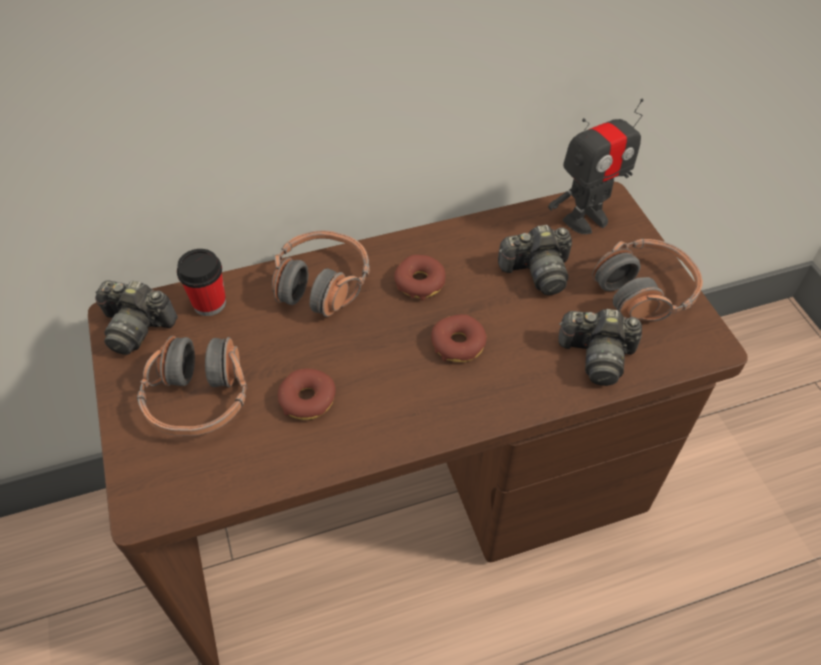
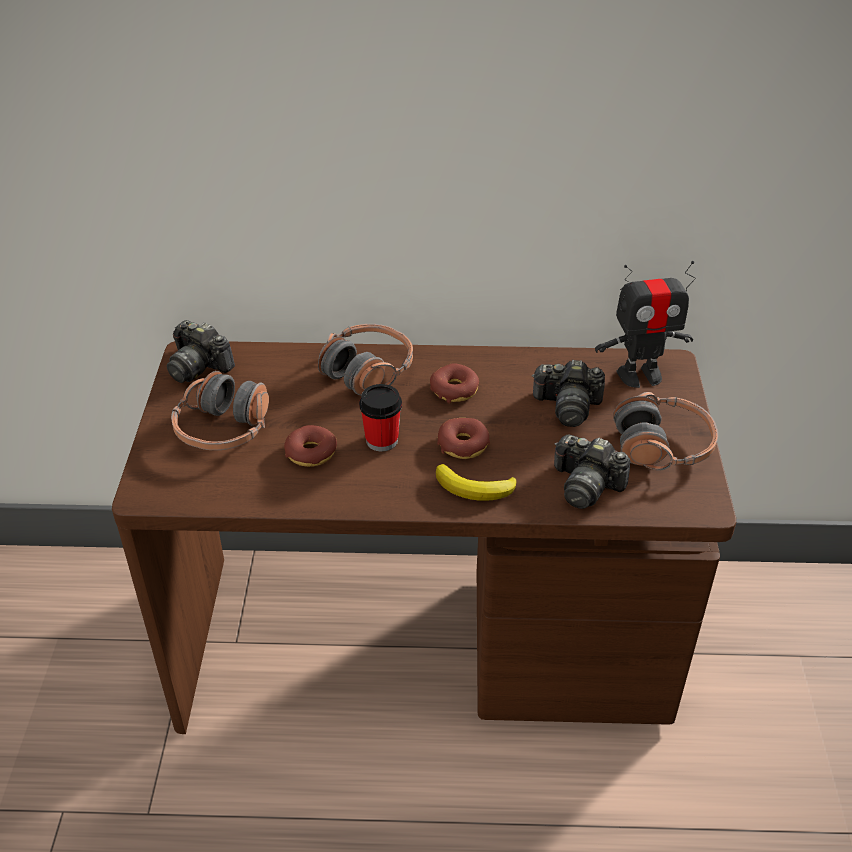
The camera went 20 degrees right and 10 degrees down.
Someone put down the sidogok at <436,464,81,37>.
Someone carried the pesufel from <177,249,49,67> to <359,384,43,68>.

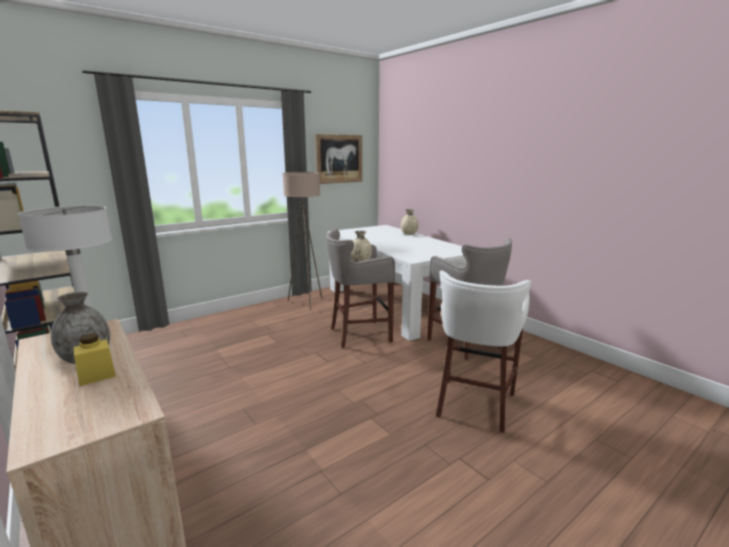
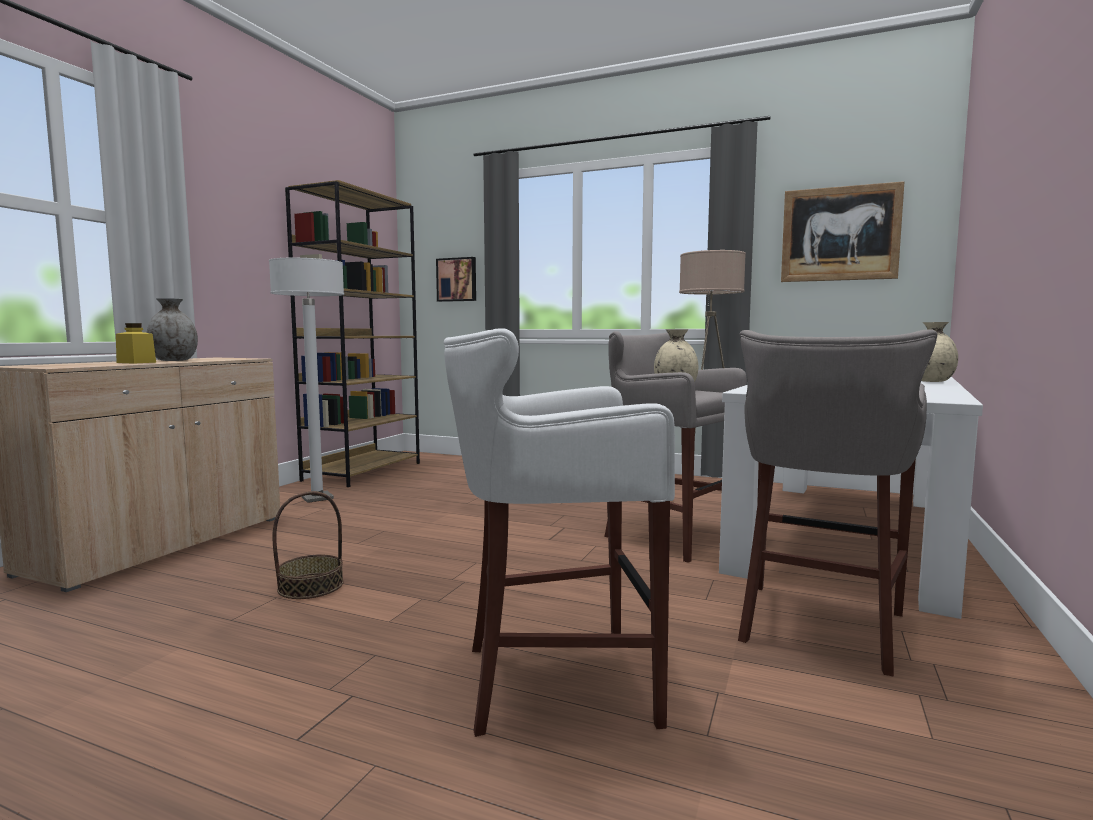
The camera went 60 degrees right and 10 degrees down.
Someone put down the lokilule at <273,491,70,108>.
Someone put up the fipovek at <436,257,40,45>.

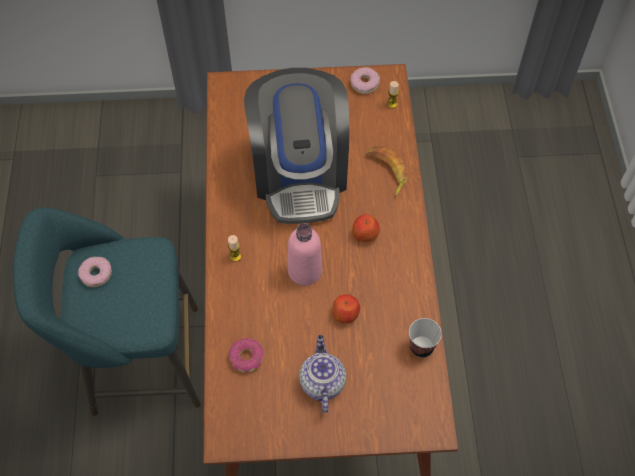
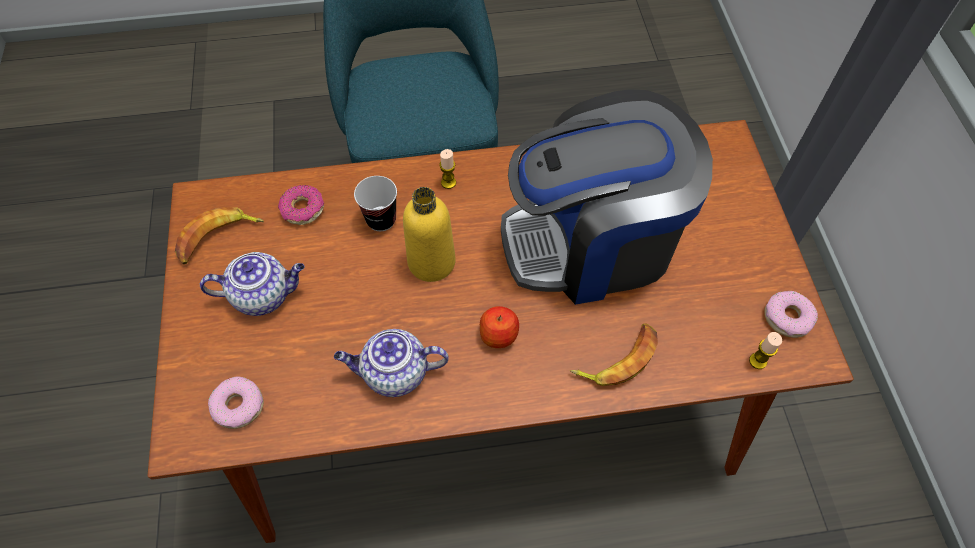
The camera went 85 degrees right and 0 degrees up.
Someone took away the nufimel at <332,294,28,29>.
Someone put down the sidogok at <175,207,89,57>.
Someone put down the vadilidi at <334,329,115,68>.
Someone carried the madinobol from <78,257,34,30> to <208,377,56,52>.
Someone carried the pesufel from <409,318,33,40> to <354,176,43,55>.
Someone repainted the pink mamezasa at <288,223,34,62>, which became the yellow mamezasa at <403,187,53,95>.

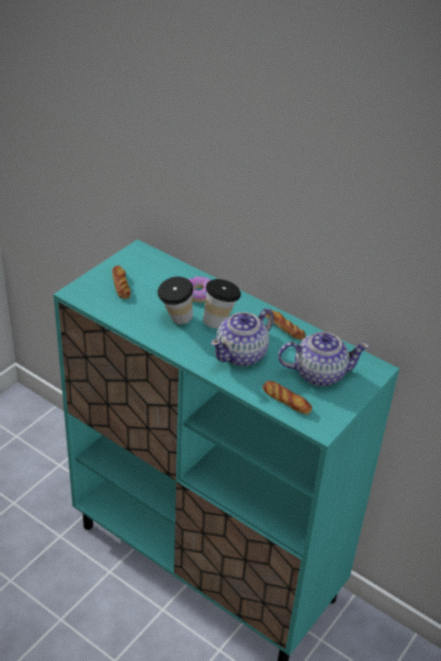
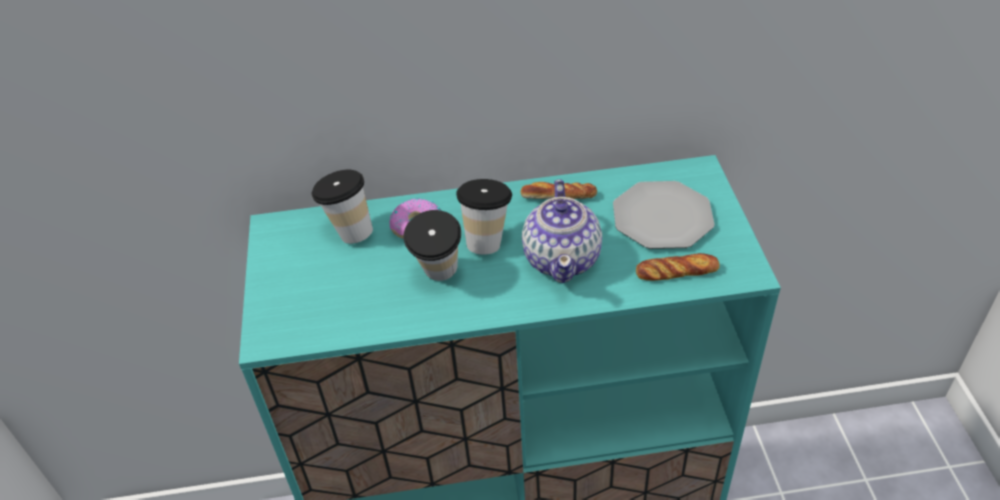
The camera went 40 degrees left and 5 degrees up.
Someone took away the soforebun at <112,266,19,33>.
Someone put down the pesufel at <311,170,62,74>.
Someone swapped the vadilidi at <278,332,91,54> for the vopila at <613,181,102,68>.

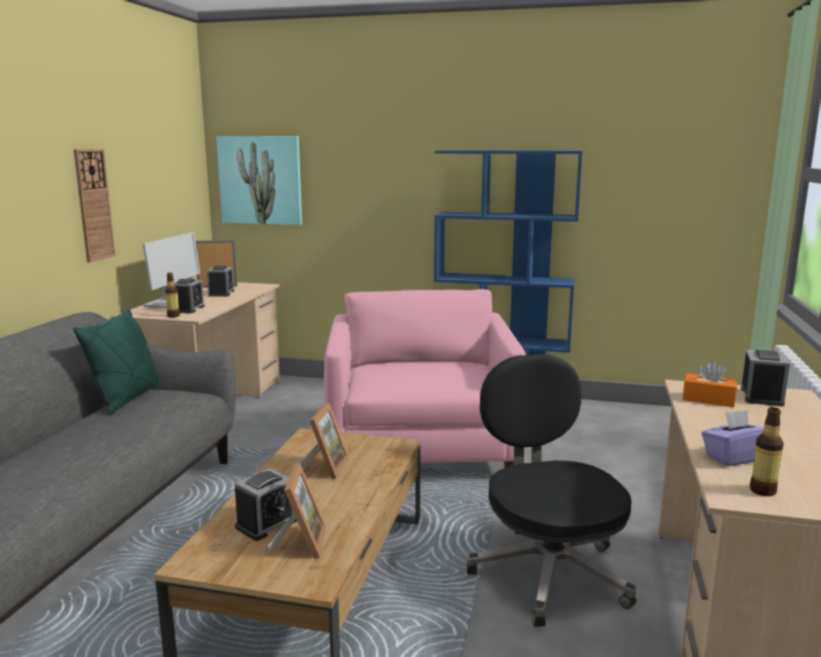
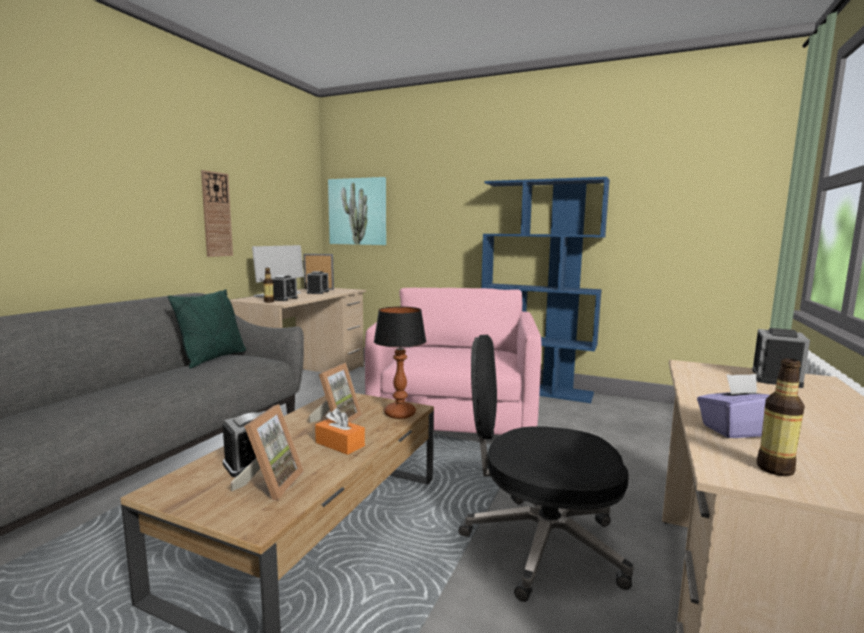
The camera went 10 degrees right and 5 degrees down.
Someone put down the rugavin at <374,307,52,112>.
Someone carried the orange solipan from <683,361,54,46> to <315,408,50,47>.
Someone rotated the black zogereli at <467,354,169,273> by 75 degrees counterclockwise.

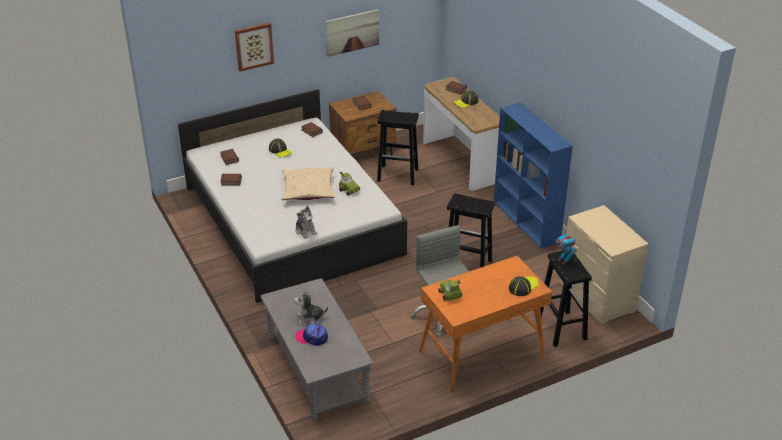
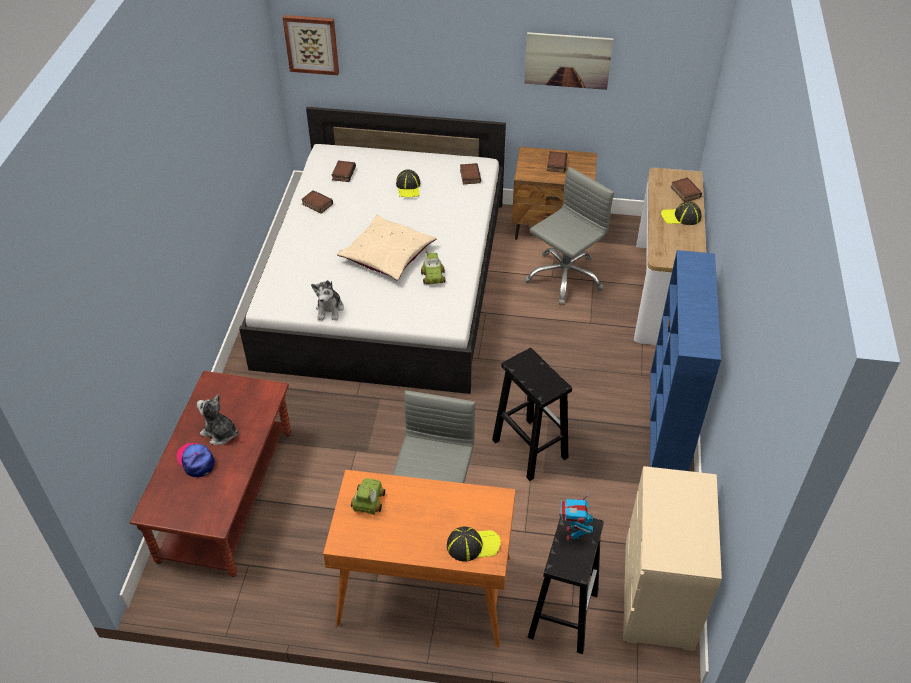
The camera went 35 degrees right and 10 degrees up.
Someone carried the fipovek from <235,23,39,48> to <283,15,56,60>.
Someone swapped the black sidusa at <377,110,42,75> for the grey zogereli at <525,167,89,138>.
Someone repainted the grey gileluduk at <260,278,114,143>, which became the brown gileluduk at <130,371,161,206>.

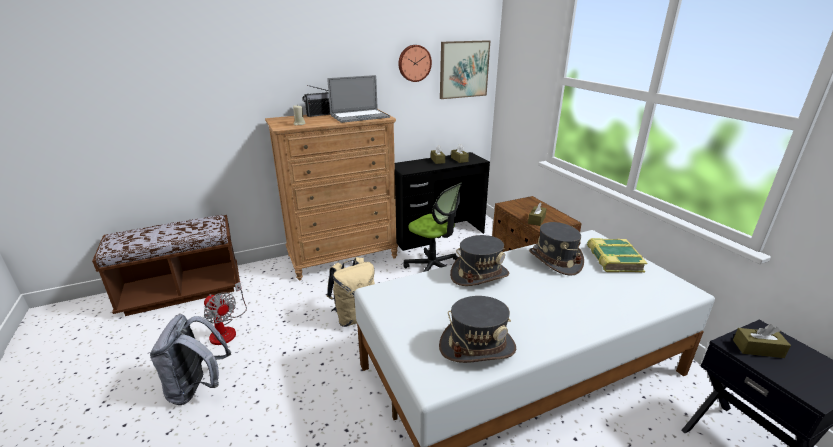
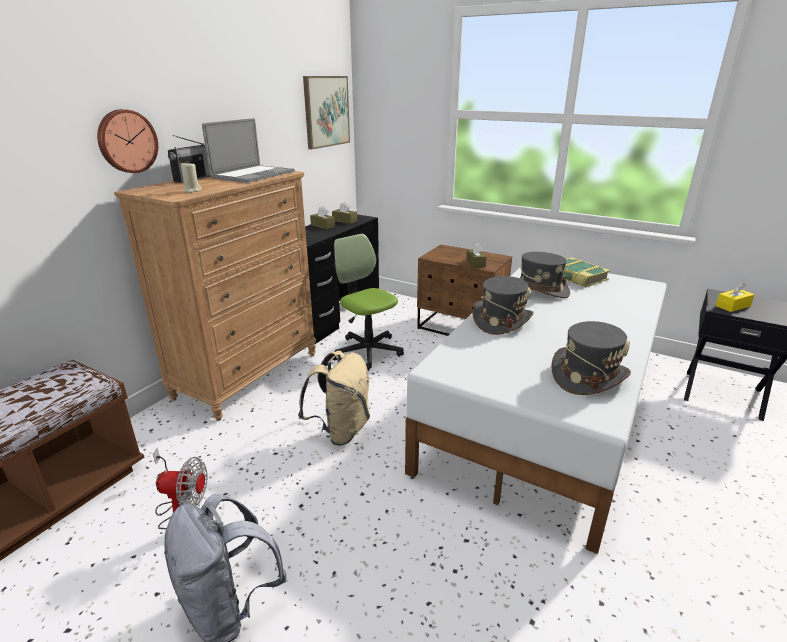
The camera went 35 degrees left and 0 degrees up.
Someone carried the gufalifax from <398,45,34,37> to <97,109,61,64>.
Someone repainted the brown solipan at <733,324,58,34>, which became the yellow solipan at <715,282,40,30>.
Someone rotated the zogereli at <403,182,59,90> by 135 degrees counterclockwise.

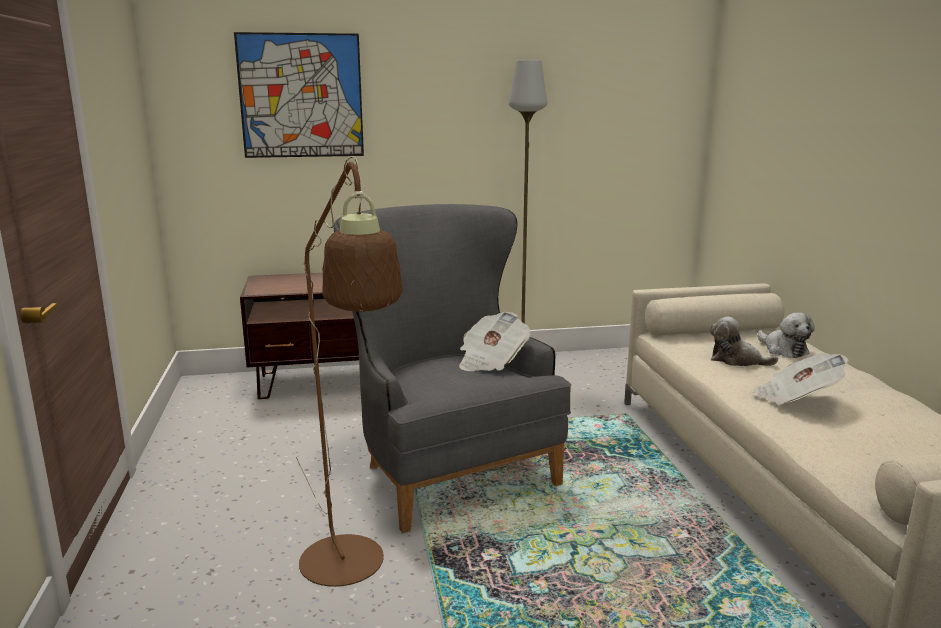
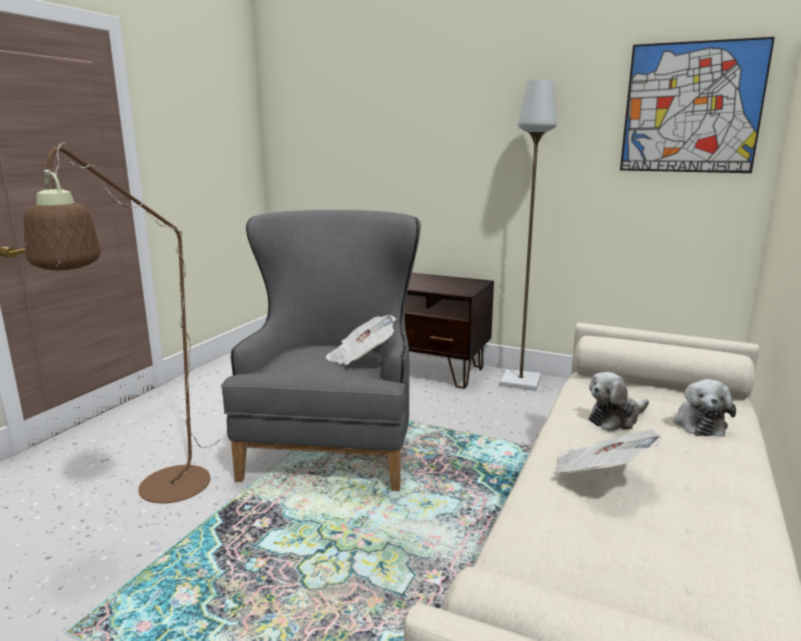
The camera went 35 degrees right and 0 degrees up.
Someone carried the fipovek from <234,32,130,126> to <620,37,155,136>.
Someone rotated the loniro at <710,316,68,50> by 90 degrees counterclockwise.

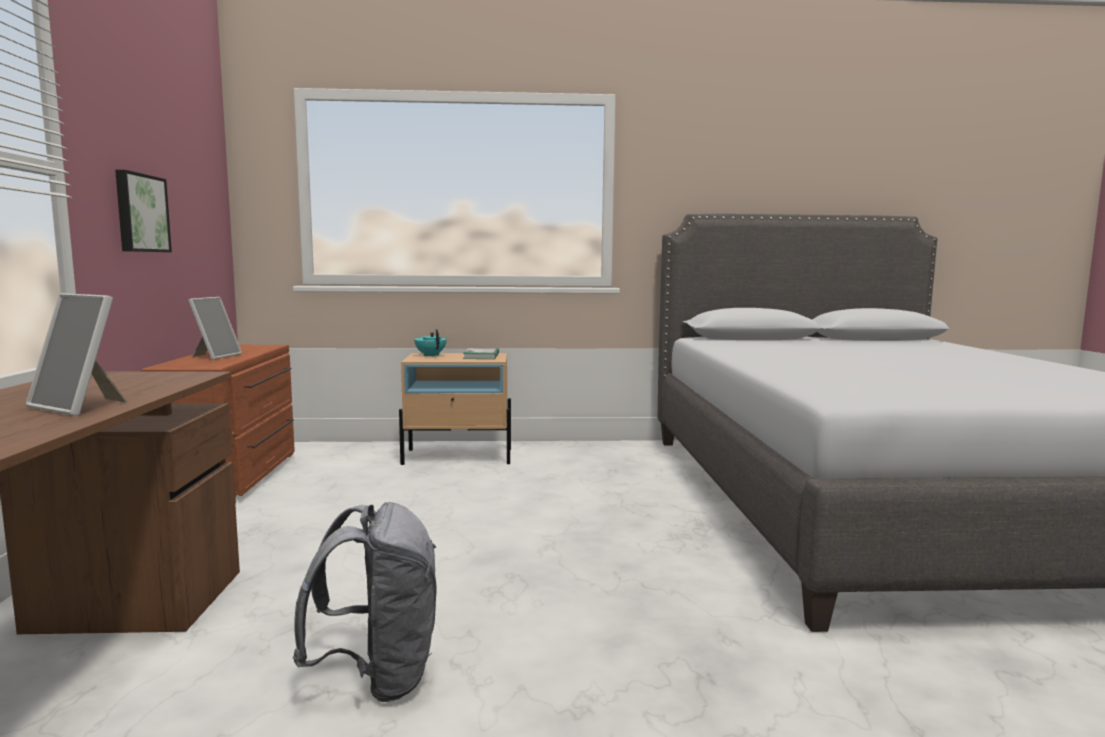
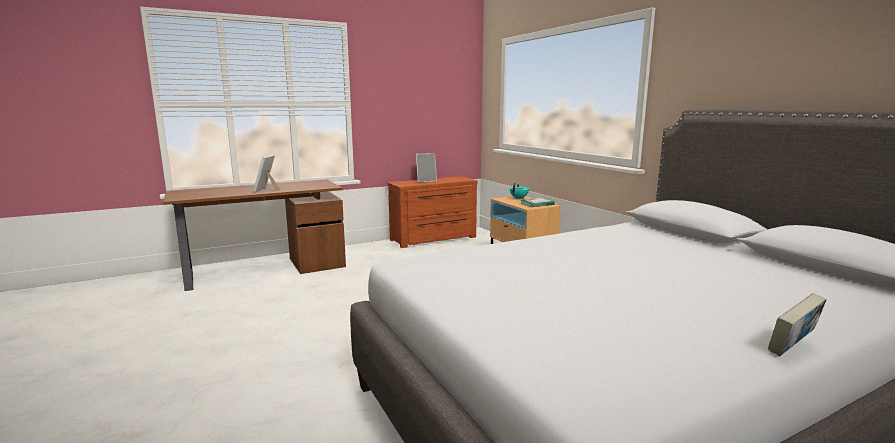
The camera went 65 degrees right and 5 degrees up.
Someone took away the fipovek at <115,170,57,82>.
Someone took away the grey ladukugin at <293,502,144,200>.
Someone put down the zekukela at <768,293,59,63>.

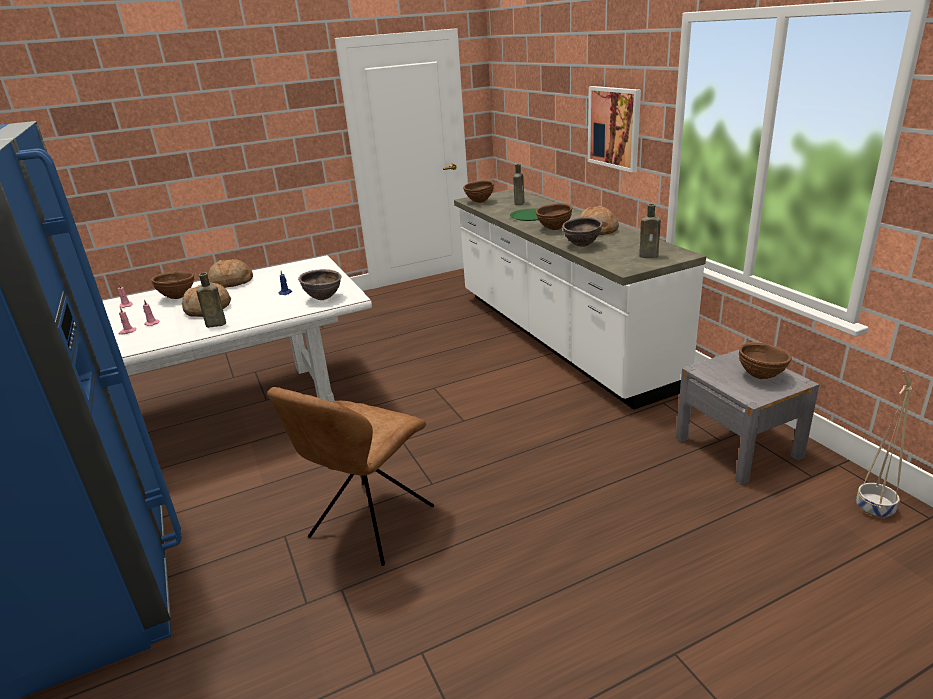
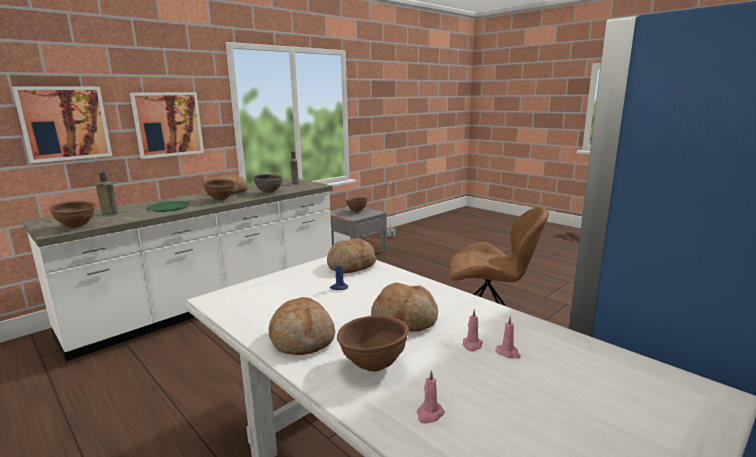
The camera went 110 degrees left and 10 degrees down.
Someone took away the brown mamezasa at <196,272,30,56>.
Someone put up the fipovek at <12,86,100,77>.
Someone swapped the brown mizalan at <298,269,43,31> for the soforebun at <327,238,49,35>.

